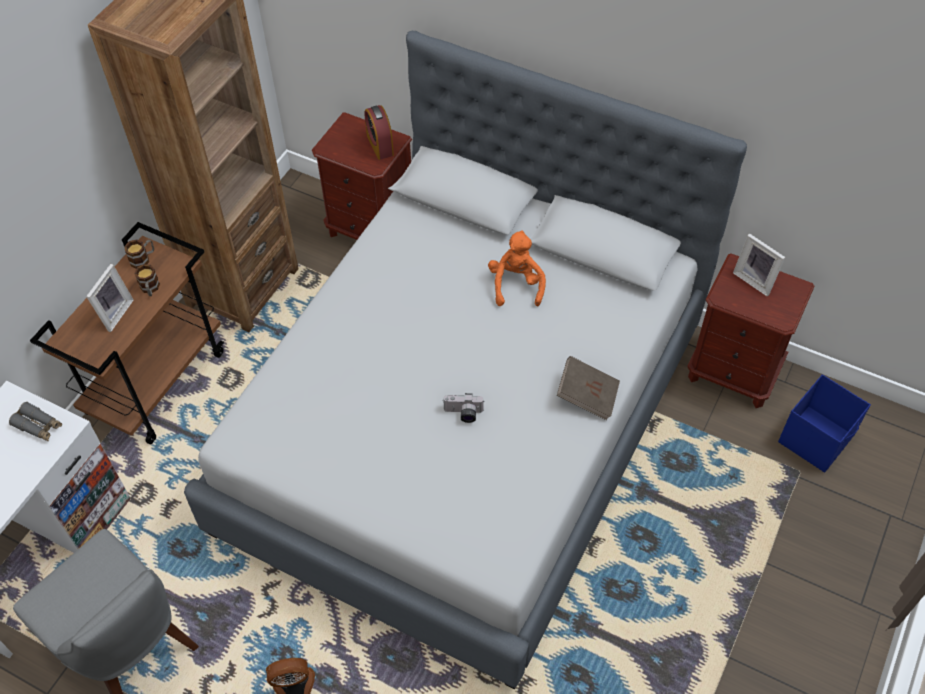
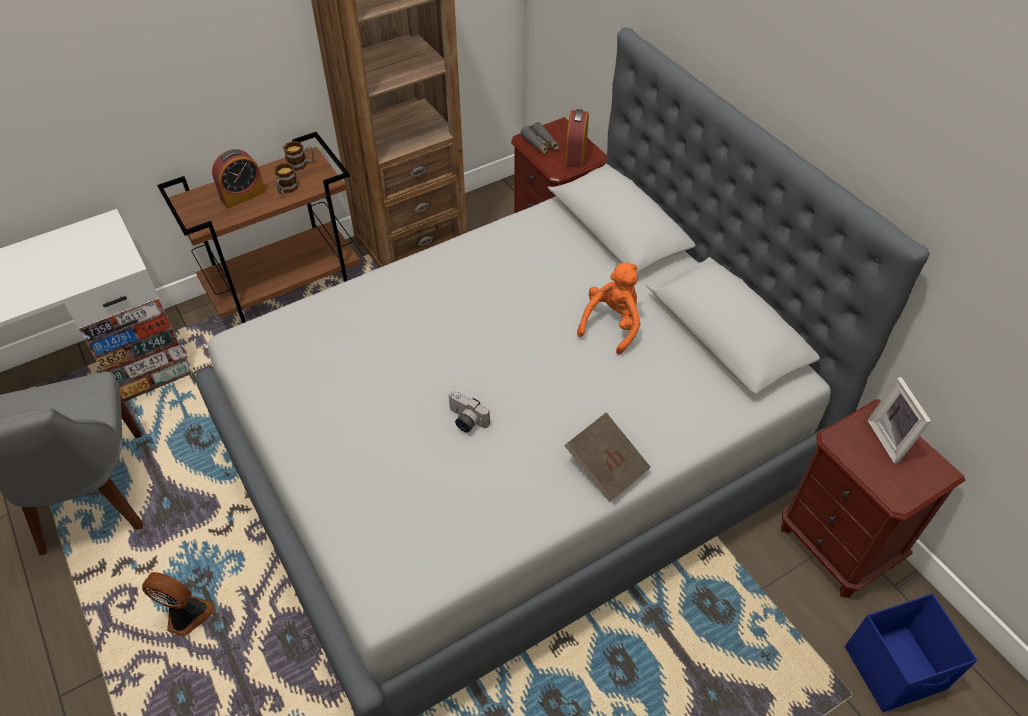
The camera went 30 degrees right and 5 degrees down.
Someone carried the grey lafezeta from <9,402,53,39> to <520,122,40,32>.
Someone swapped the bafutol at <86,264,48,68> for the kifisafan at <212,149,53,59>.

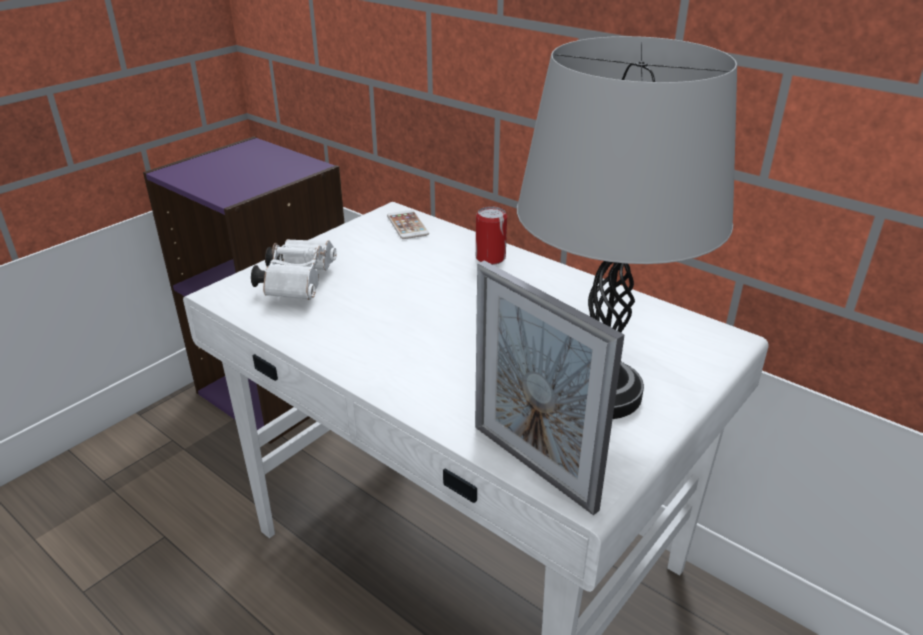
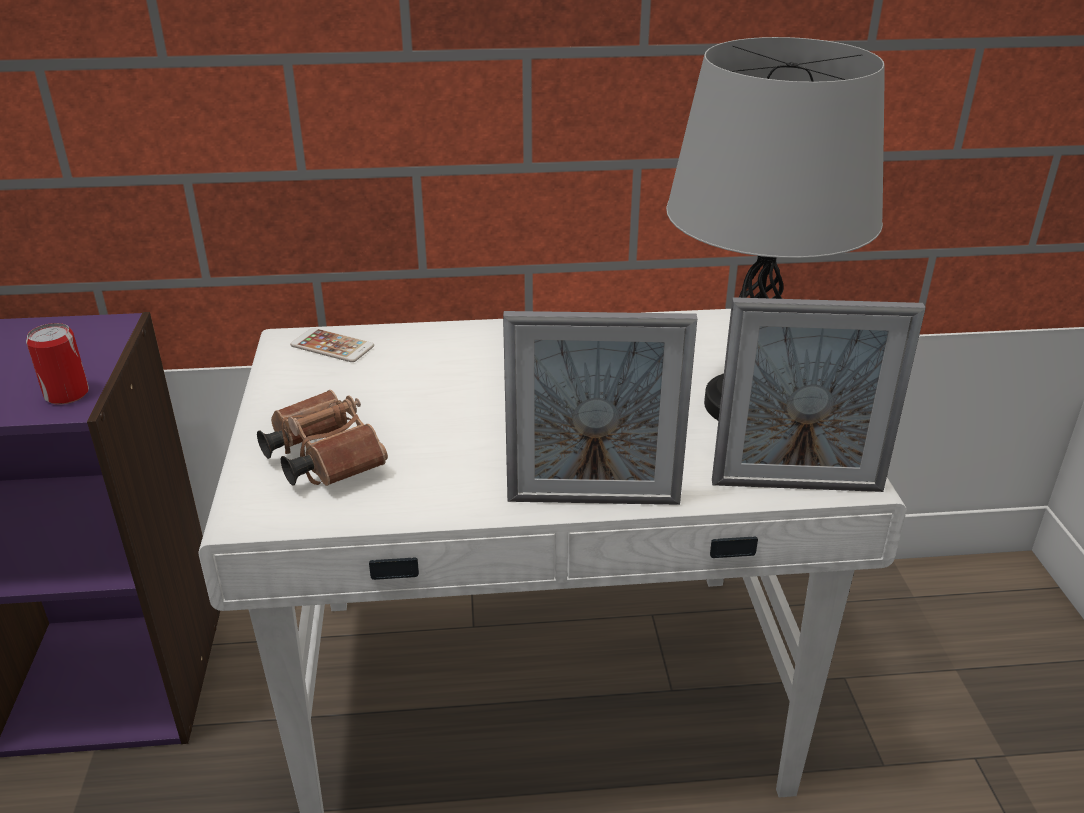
The camera went 45 degrees left and 0 degrees up.
Someone put down the bafutol at <503,311,194,194>.
Someone carried the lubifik from <476,206,31,59> to <26,323,63,82>.
Someone repainted the white lafezeta at <251,239,86,61>, which became the brown lafezeta at <257,390,131,96>.

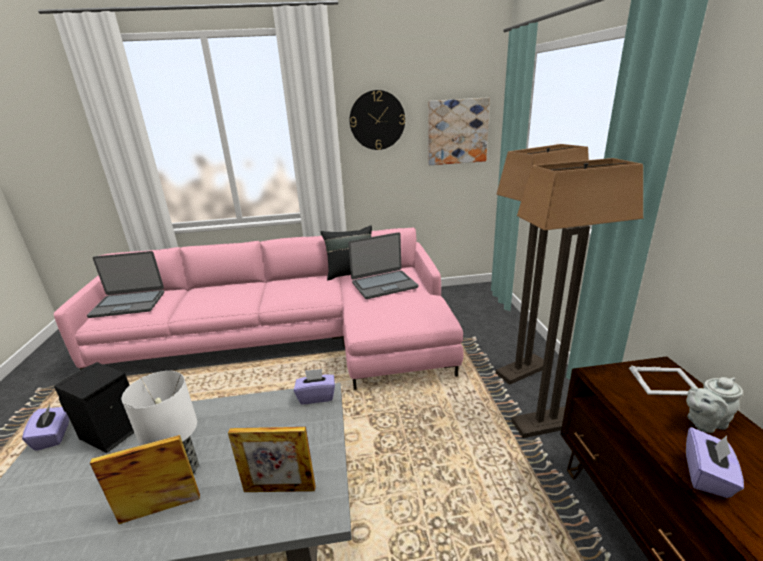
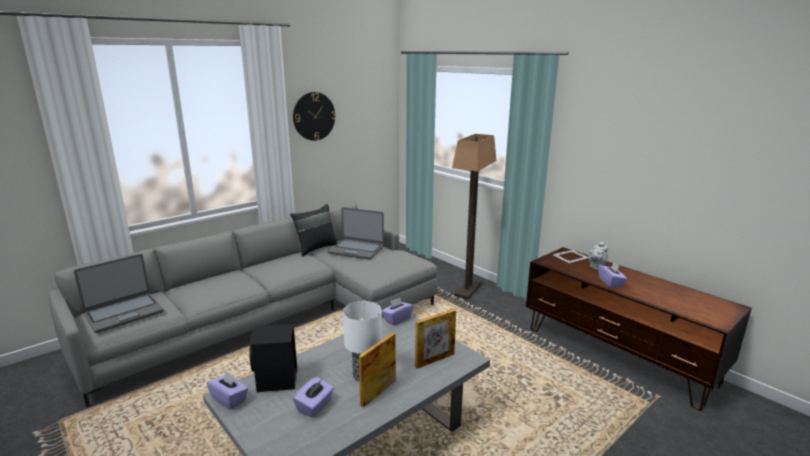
The camera went 35 degrees left and 5 degrees down.
Someone took away the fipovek at <428,97,62,68>.
Someone took away the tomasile at <511,158,132,280>.
Someone put down the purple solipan at <293,377,41,41>.
Someone repainted the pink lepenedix at <54,227,410,163>, which became the grey lepenedix at <49,203,389,204>.
Someone rotated the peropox at <348,232,70,67> by 75 degrees clockwise.

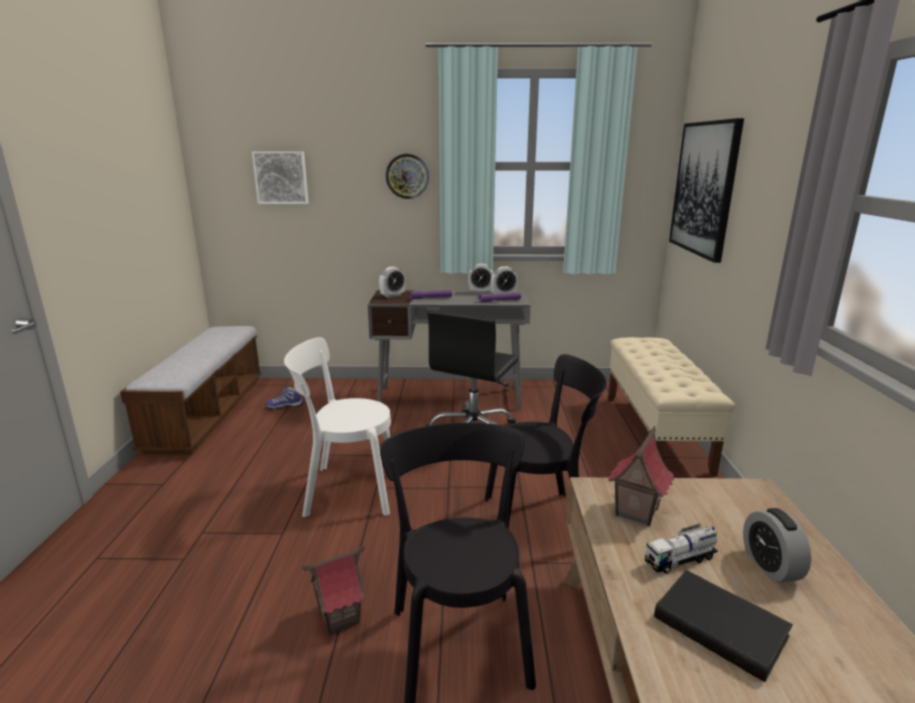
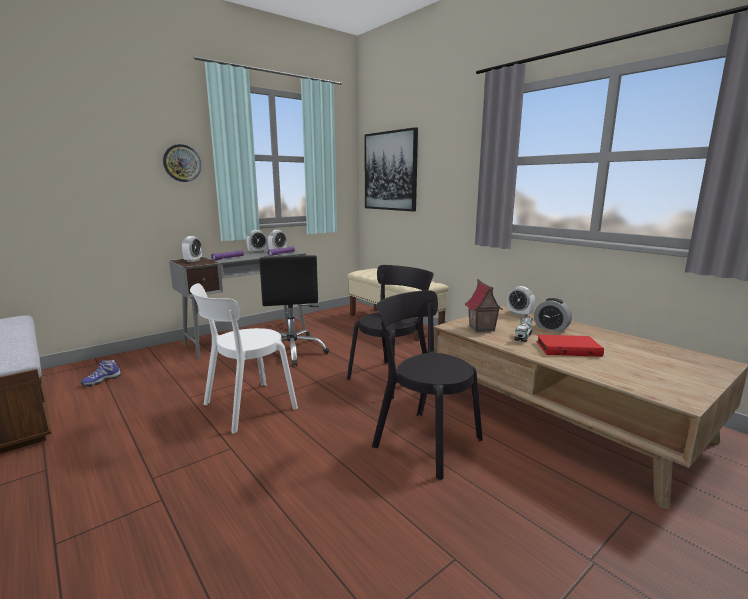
The camera went 40 degrees left and 5 degrees down.
Someone took away the fipovek at <252,151,57,53>.
Someone took away the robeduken at <302,546,63,89>.
Someone put down the kifisafan at <507,286,28,31>.
Someone repainted the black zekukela at <654,570,139,112>, which became the red zekukela at <536,335,68,22>.

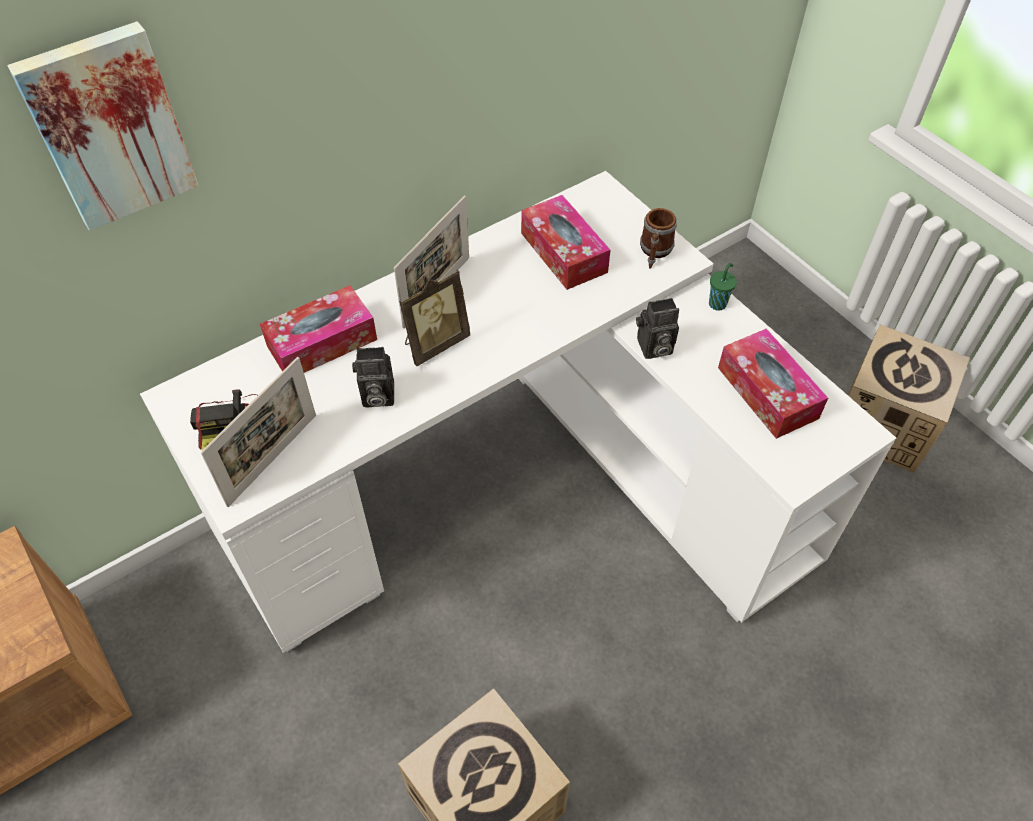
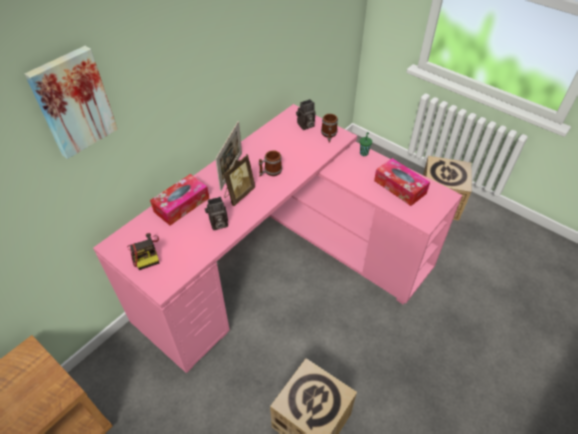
The camera went 15 degrees left and 5 degrees down.
Someone took away the bafutol at <201,357,115,150>.
Someone took away the solipan at <521,195,90,95>.
Someone put down the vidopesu at <259,150,23,27>.
Someone carried the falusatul from <636,298,43,61> to <296,99,19,31>.
Someone repainted the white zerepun at <140,171,756,482>, which became the pink zerepun at <93,104,369,269>.

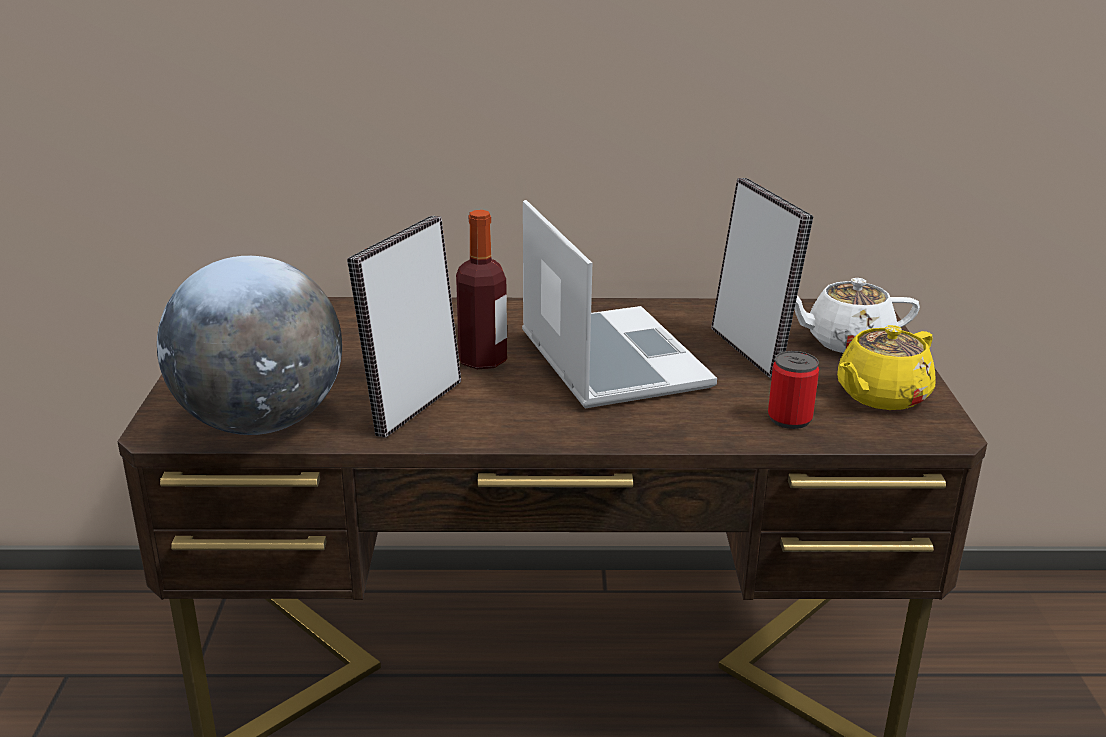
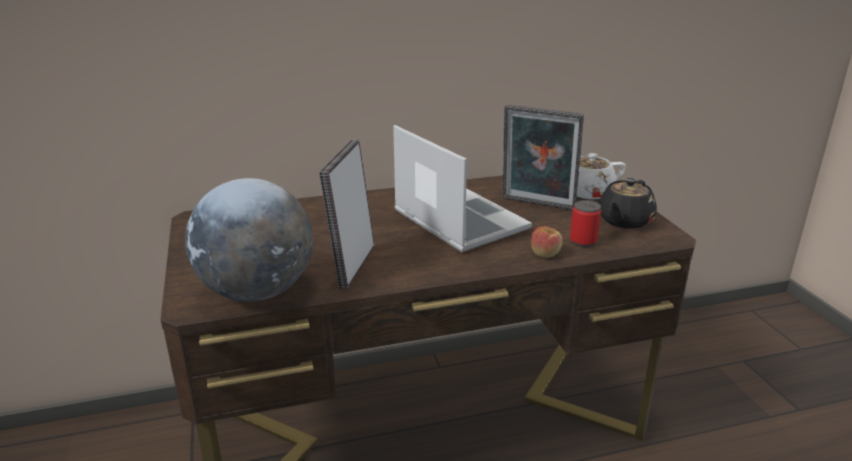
The camera went 15 degrees left and 0 degrees up.
Someone took away the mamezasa at <456,210,51,159>.
Someone put down the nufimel at <531,226,31,32>.
Someone repainted the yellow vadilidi at <837,325,99,85>, which became the black vadilidi at <599,178,58,51>.
Someone rotated the bafutol at <711,178,102,200> by 150 degrees clockwise.

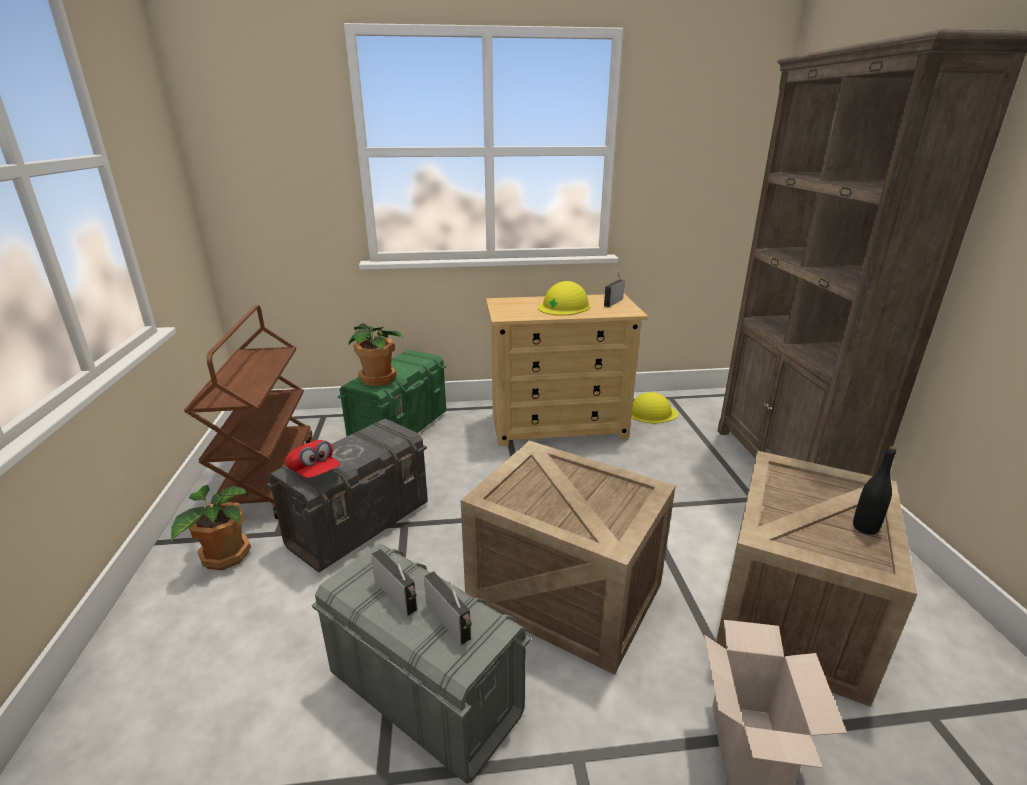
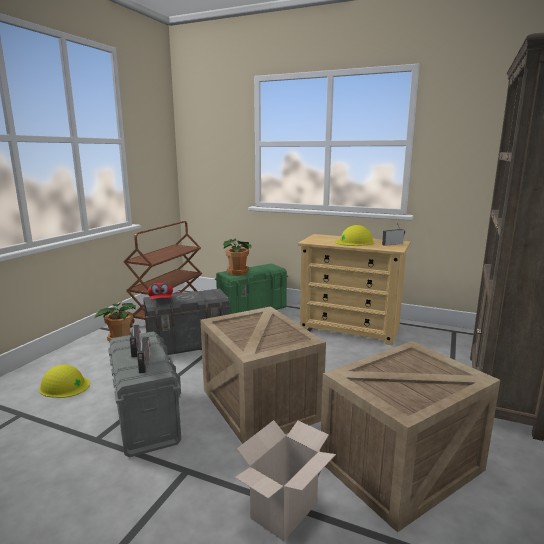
The camera went 30 degrees right and 10 degrees down.
Someone took away the black mamezasa at <853,446,43,89>.
Someone carried the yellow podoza from <631,392,47,31> to <39,365,51,33>.

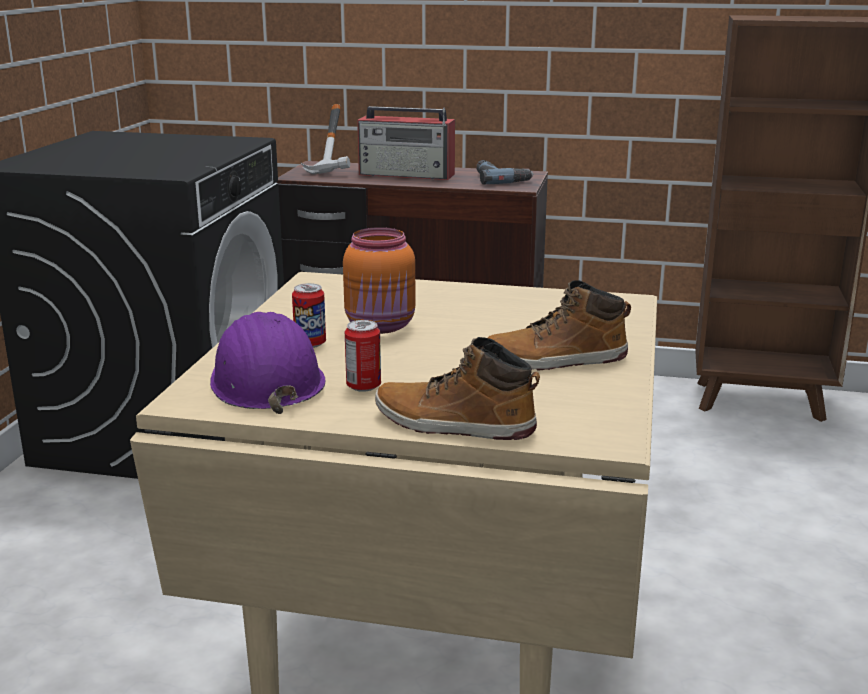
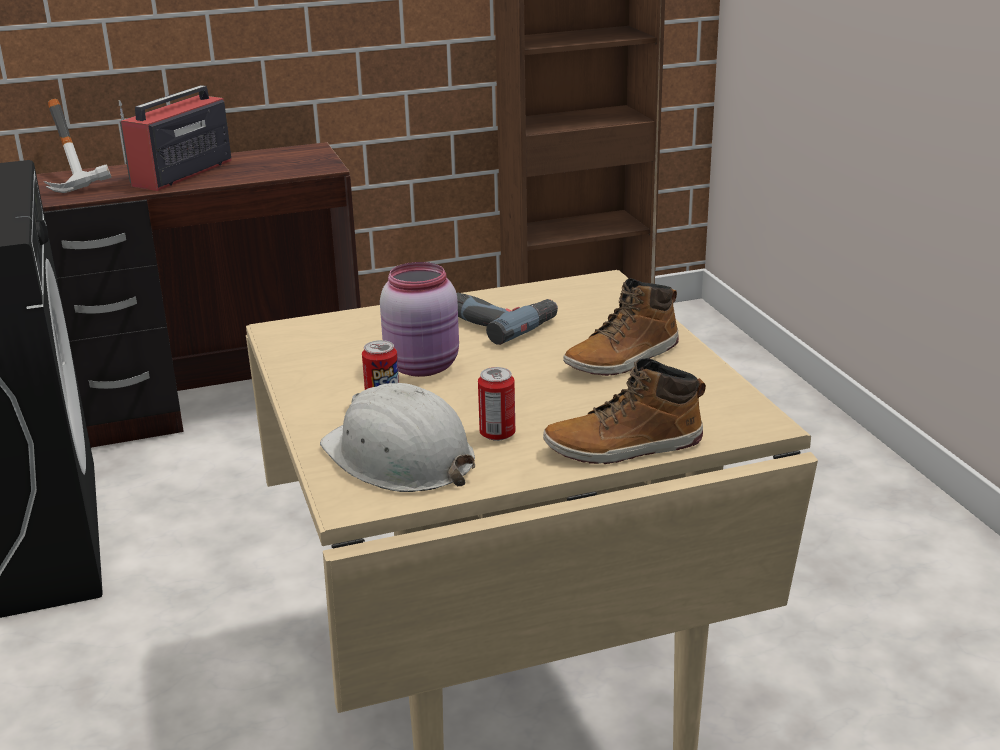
The camera went 30 degrees left and 5 degrees up.
Someone carried the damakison from <476,160,58,24> to <457,293,101,52>.
Someone repainted the purple podoza at <210,312,115,102>, which became the white podoza at <320,383,155,109>.
Someone repainted the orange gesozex at <343,227,73,107>, which became the pink gesozex at <380,262,79,115>.
Someone rotated the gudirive at <357,106,98,74> by 135 degrees clockwise.

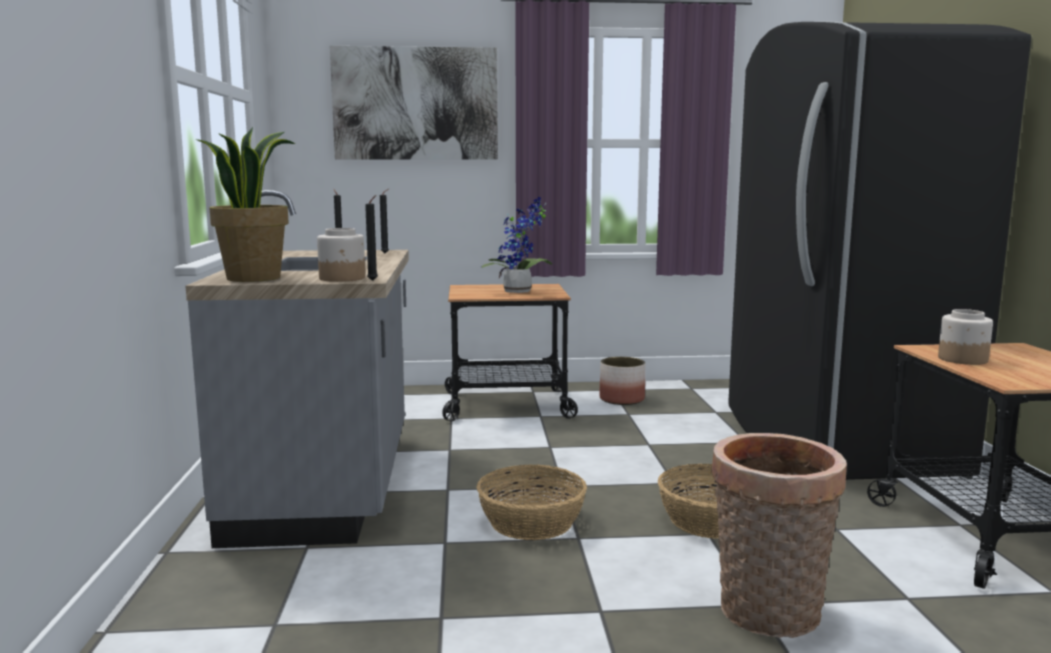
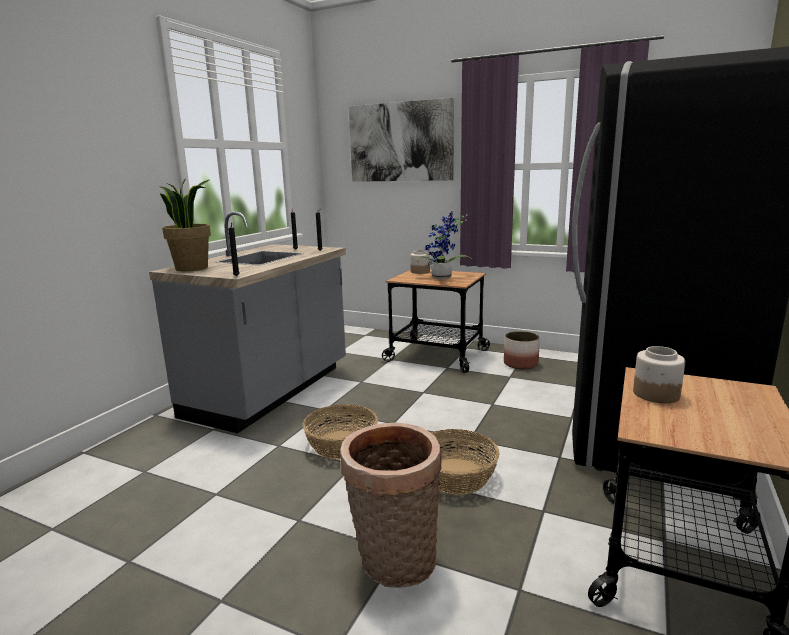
The camera went 30 degrees right and 5 degrees up.
Someone carried the gesozex from <317,228,48,54> to <410,250,20,24>.

